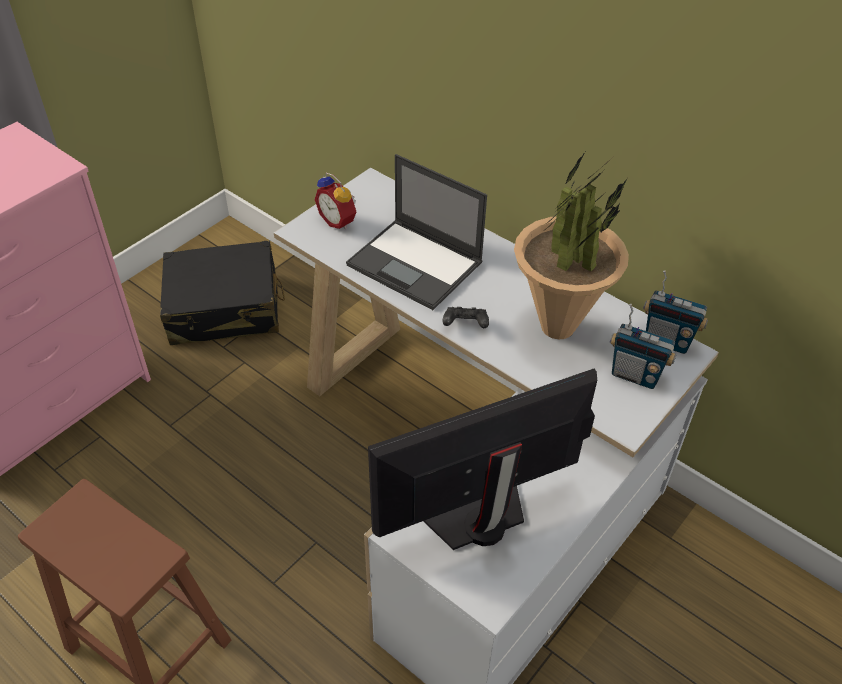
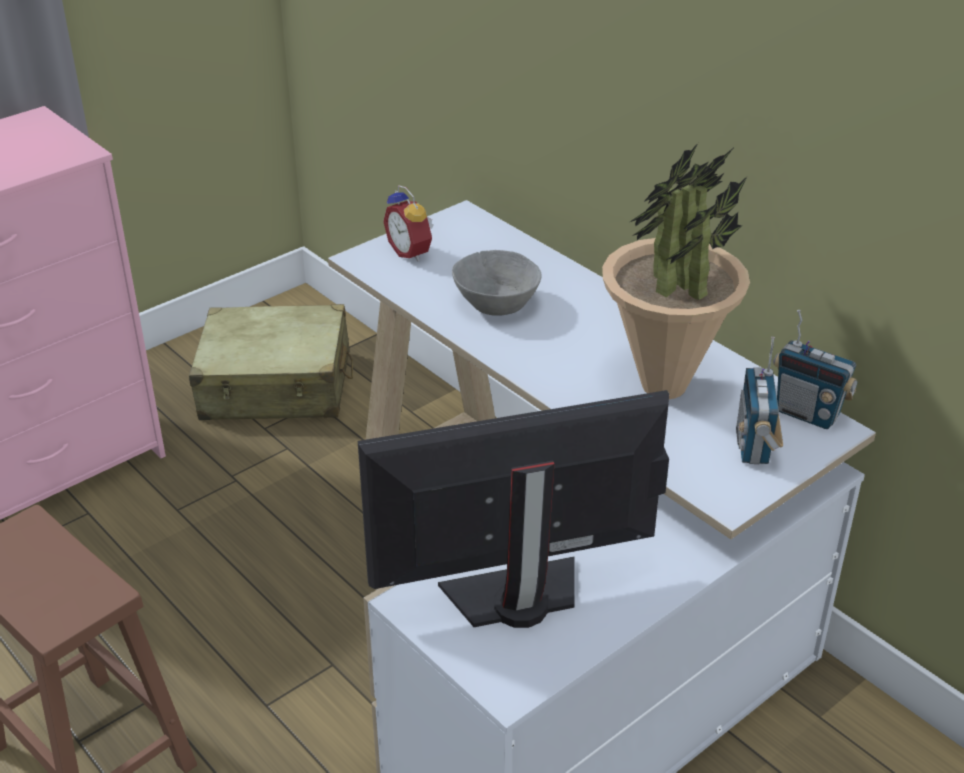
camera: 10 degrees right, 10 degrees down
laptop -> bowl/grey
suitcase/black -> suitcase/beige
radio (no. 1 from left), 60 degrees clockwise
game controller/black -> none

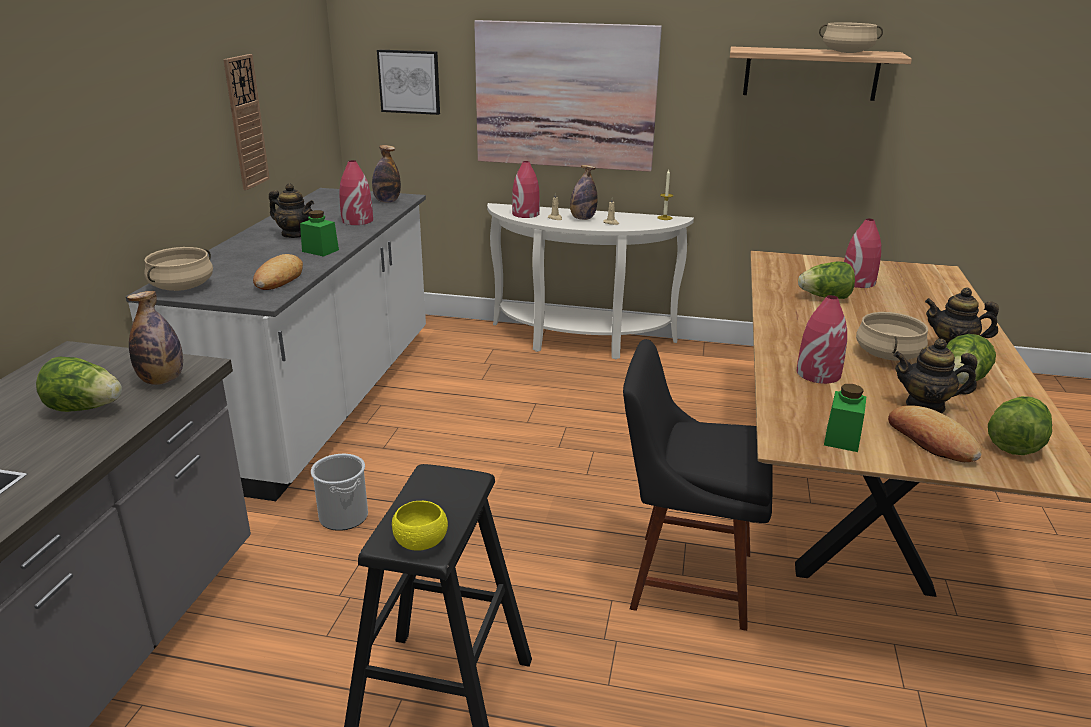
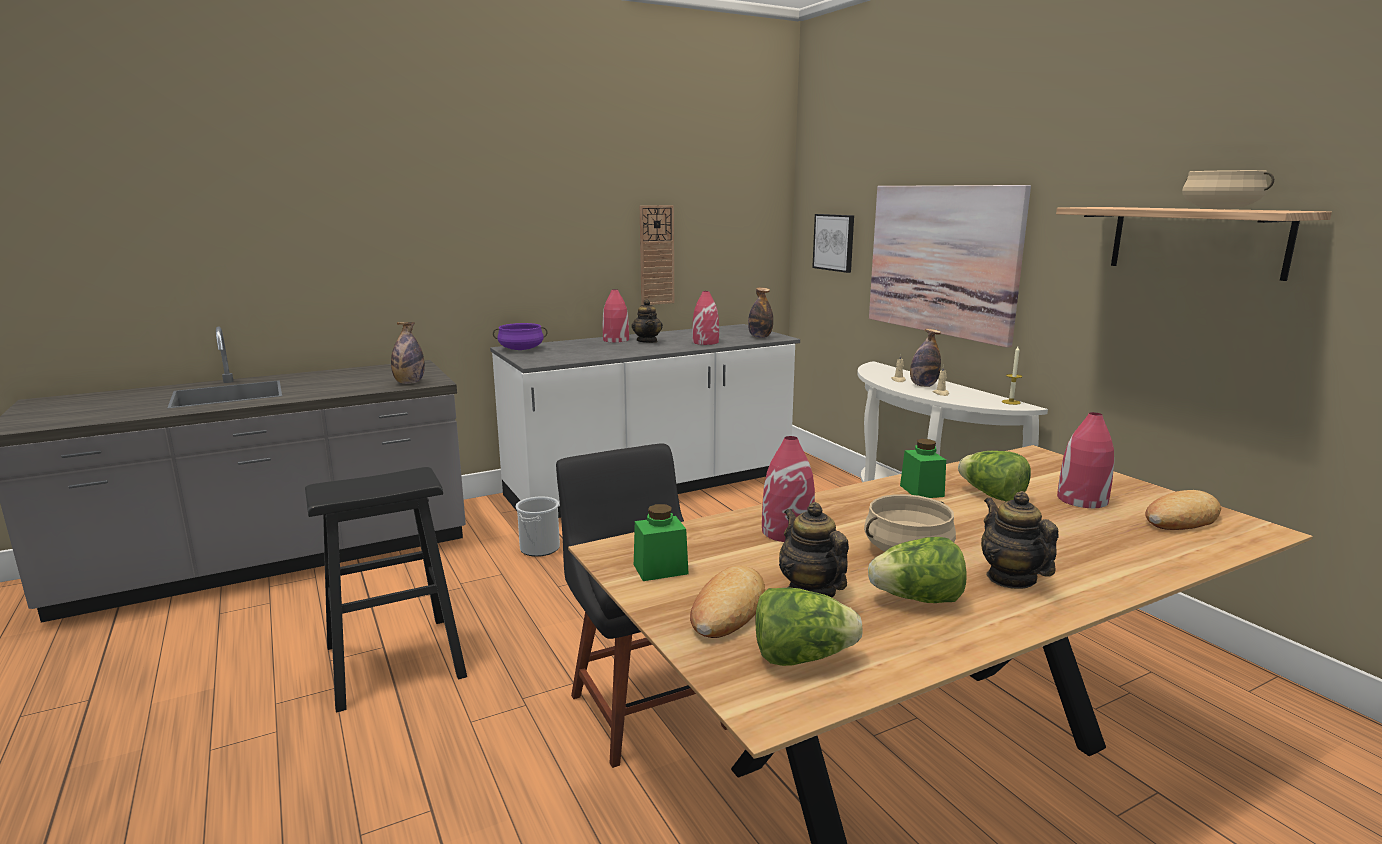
camera: 50 degrees right, 10 degrees down
vase/red (no. 2 from left in the first image) -> vase/red (no. 1 from left), shifted
jar/green (no. 1 from left in the first image) -> jar/green (no. 2 from left), shifted
cooking pot/beige (no. 1 from left) -> cooking pot/purple
bread (no. 1 from left in the first image) -> bread (no. 2 from left), shifted
lettuce (no. 1 from left) -> none
bowl/yellow -> none

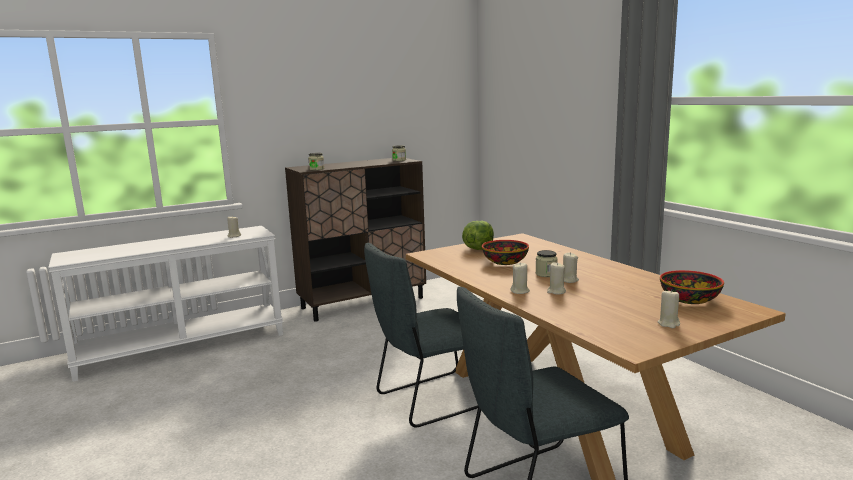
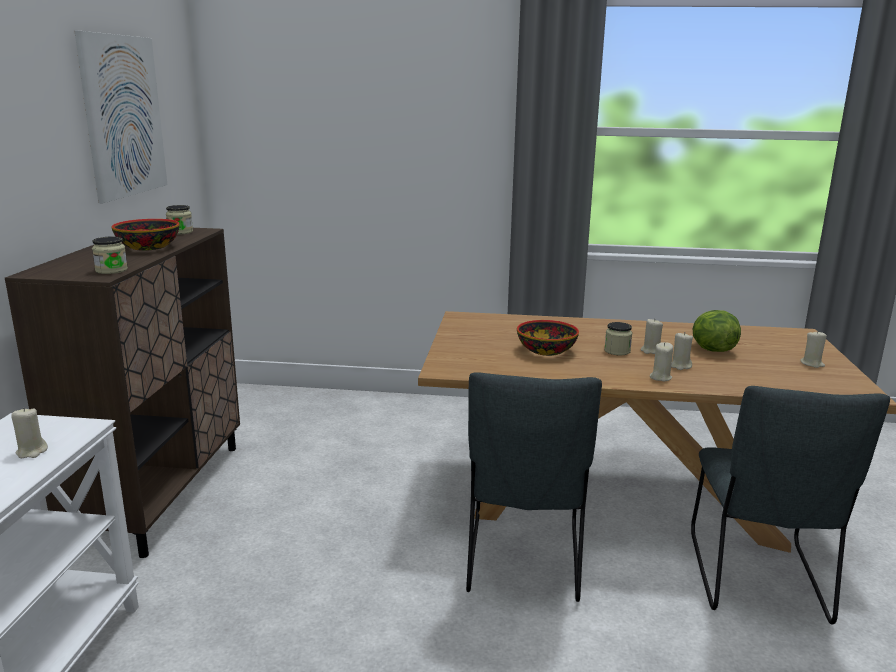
camera: 55 degrees left, 5 degrees up
lettuce, shifted
bowl (no. 2 from left in the first image) -> bowl (no. 1 from left), shifted
none -> picture

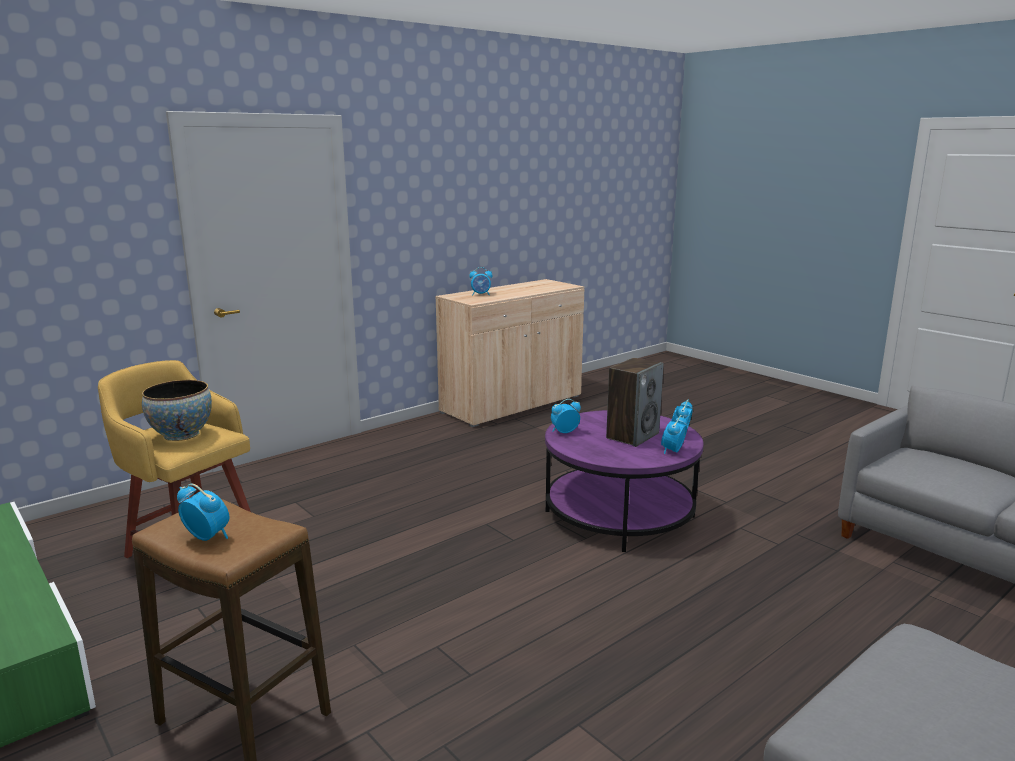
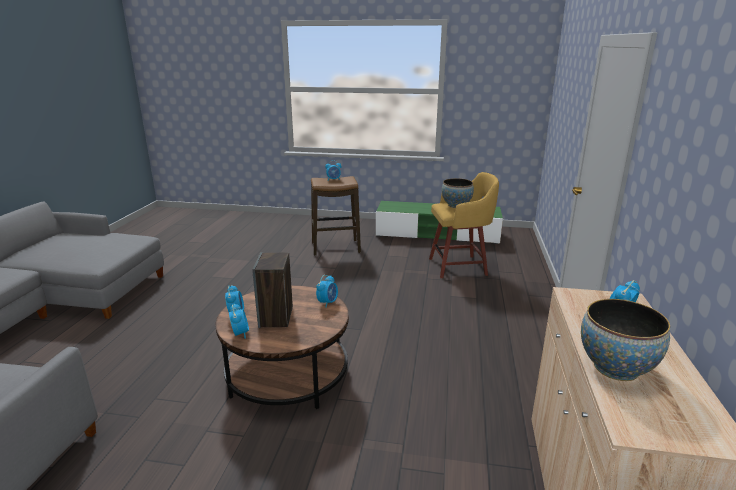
camera: 140 degrees right, 5 degrees up
coffee table/purple -> coffee table/brown
none -> bowl (no. 2 from left)

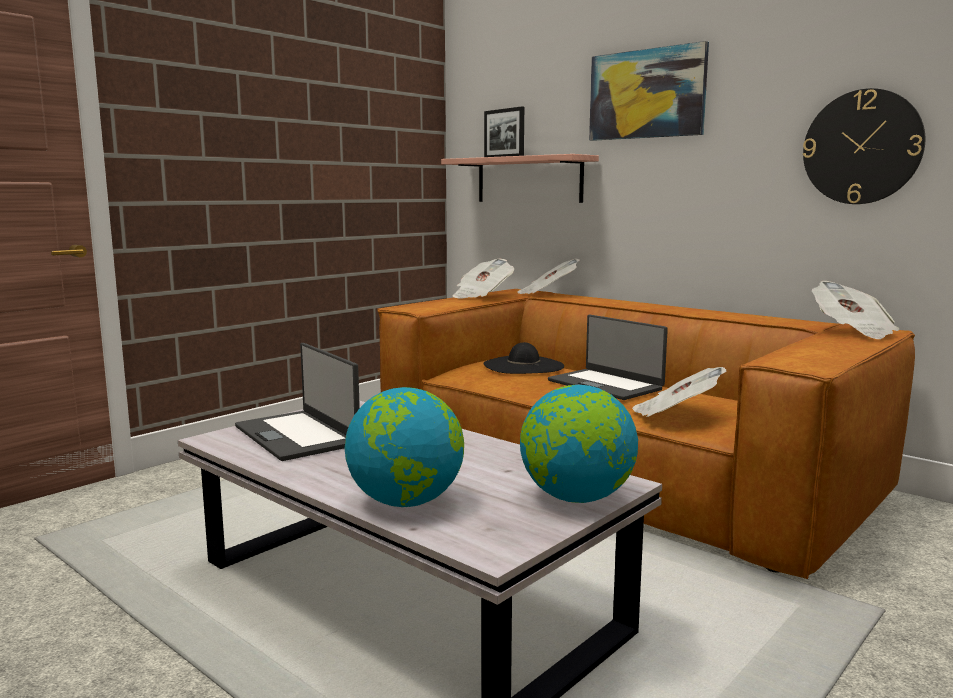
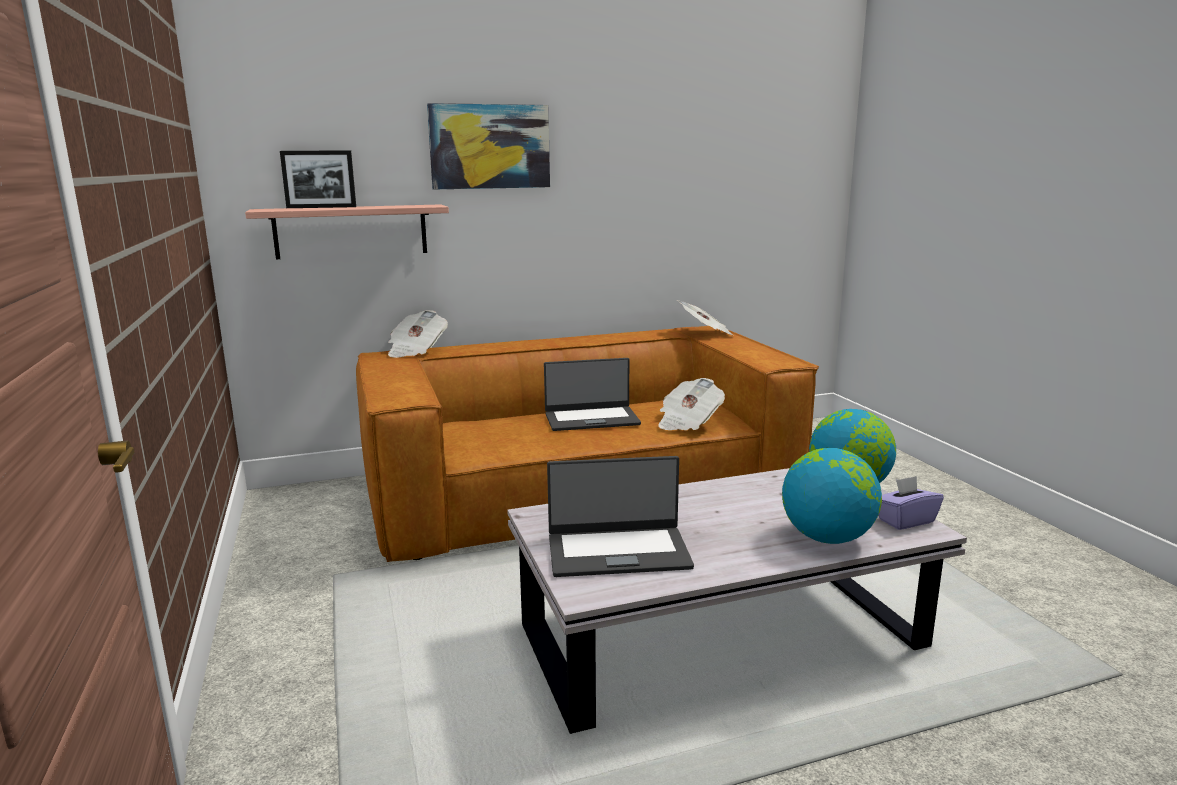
camera: 60 degrees left, 5 degrees up
wall clock -> none
newspaper (no. 1 from left) -> none
hat/black -> none
none -> tissue box/purple

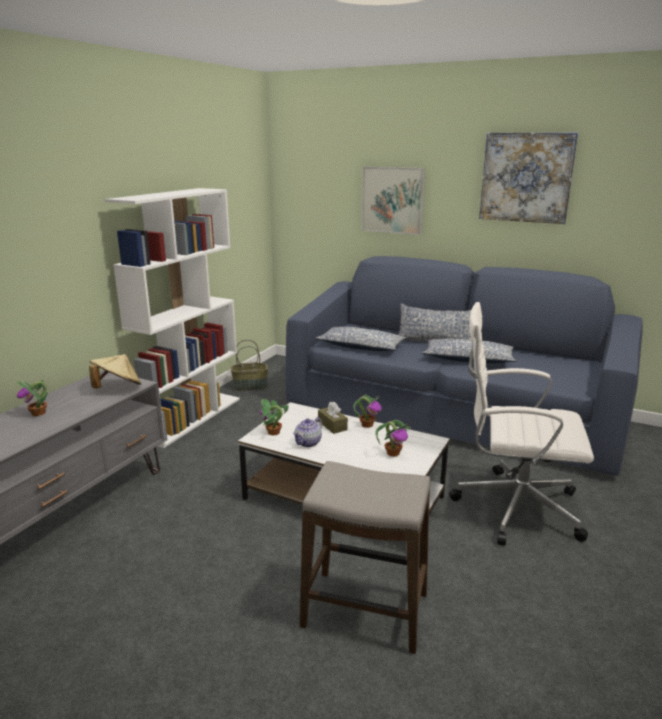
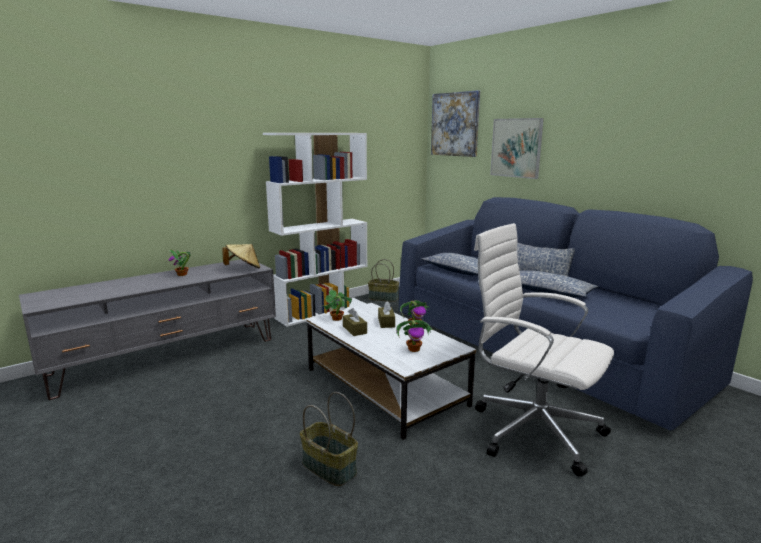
camera: 25 degrees right, 5 degrees down
picture (no. 2 from left in the first image) -> picture (no. 1 from left), shifted
teapot -> tissue box/brown (no. 1 from left)
stool -> basket (no. 1 from left)

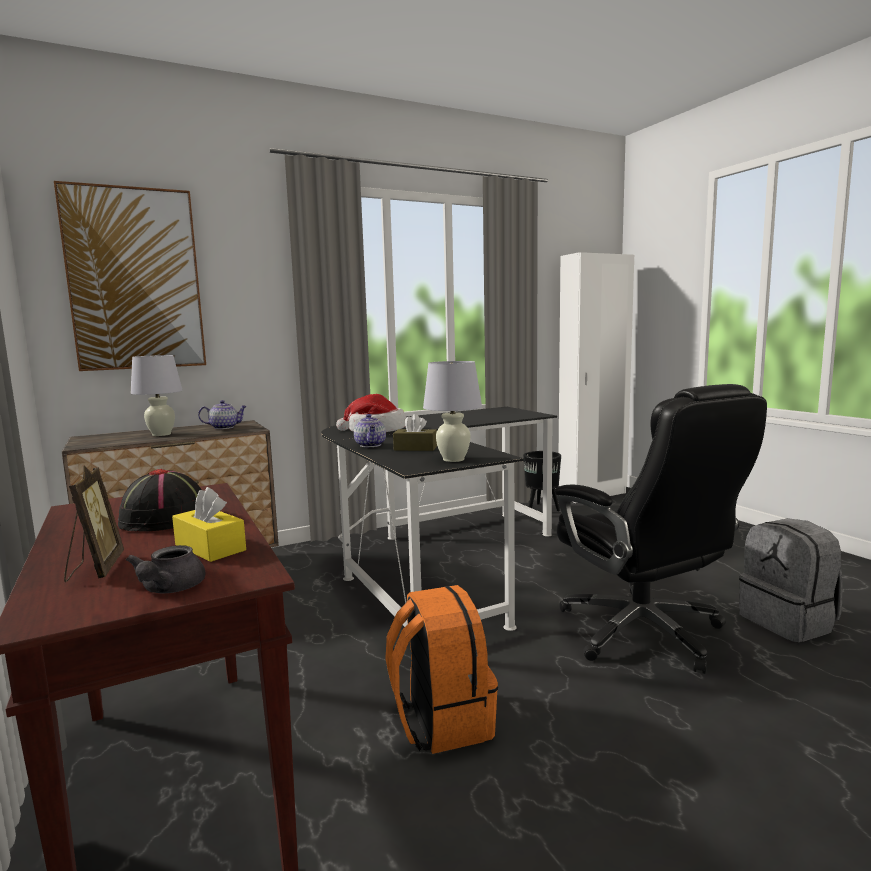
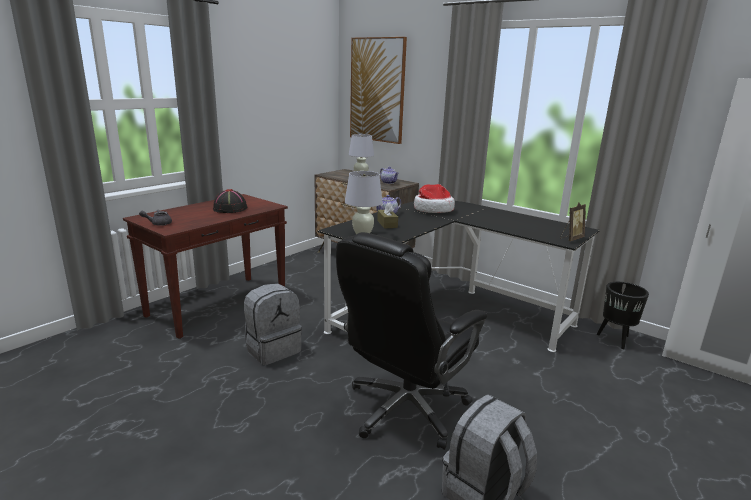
camera: 65 degrees right, 10 degrees up
picture frame, shifted
tissue box/yellow -> none
backpack/orange -> backpack/grey (no. 1 from left)

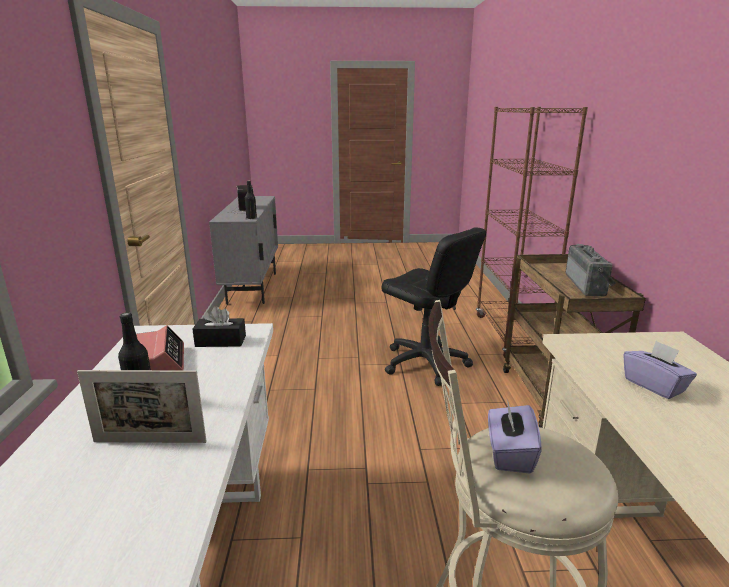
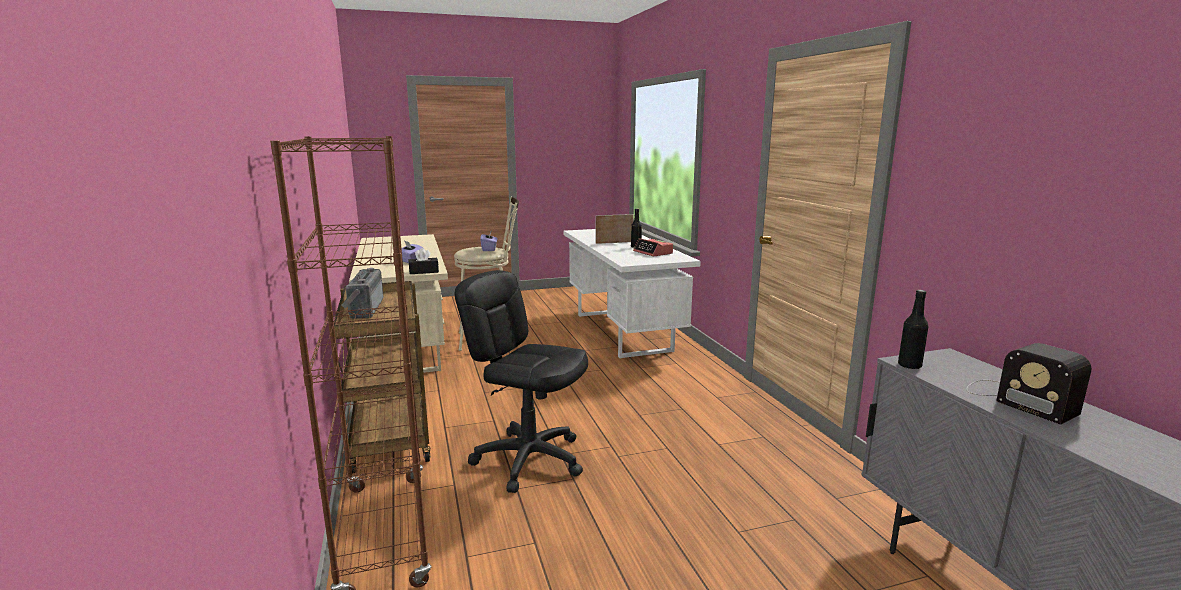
camera: 165 degrees right, 5 degrees down
tissue box/black, shifted

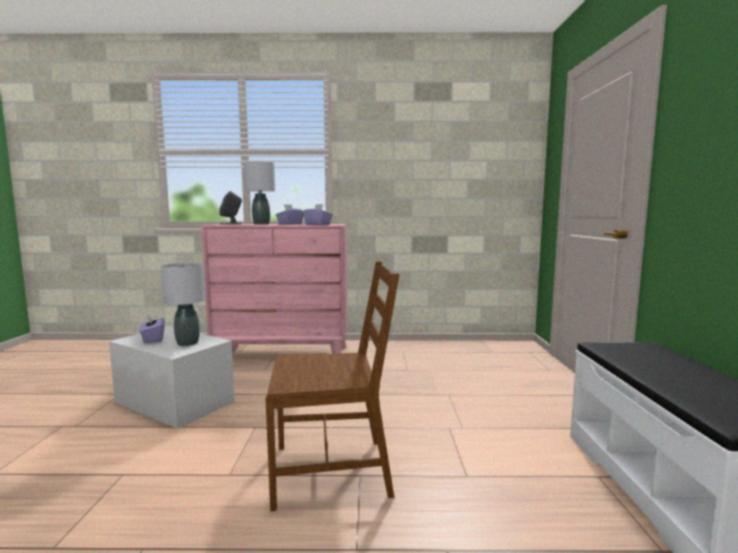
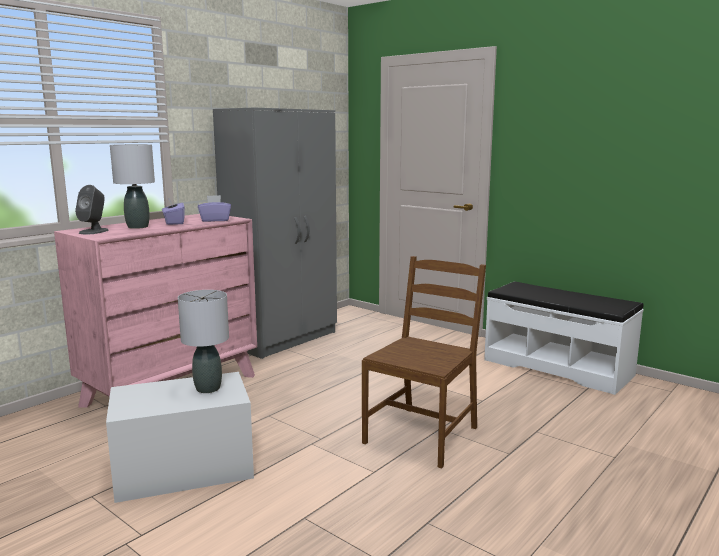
camera: 50 degrees left, 5 degrees up
tissue box/purple (no. 1 from left) -> none
none -> wardrobe/grey

